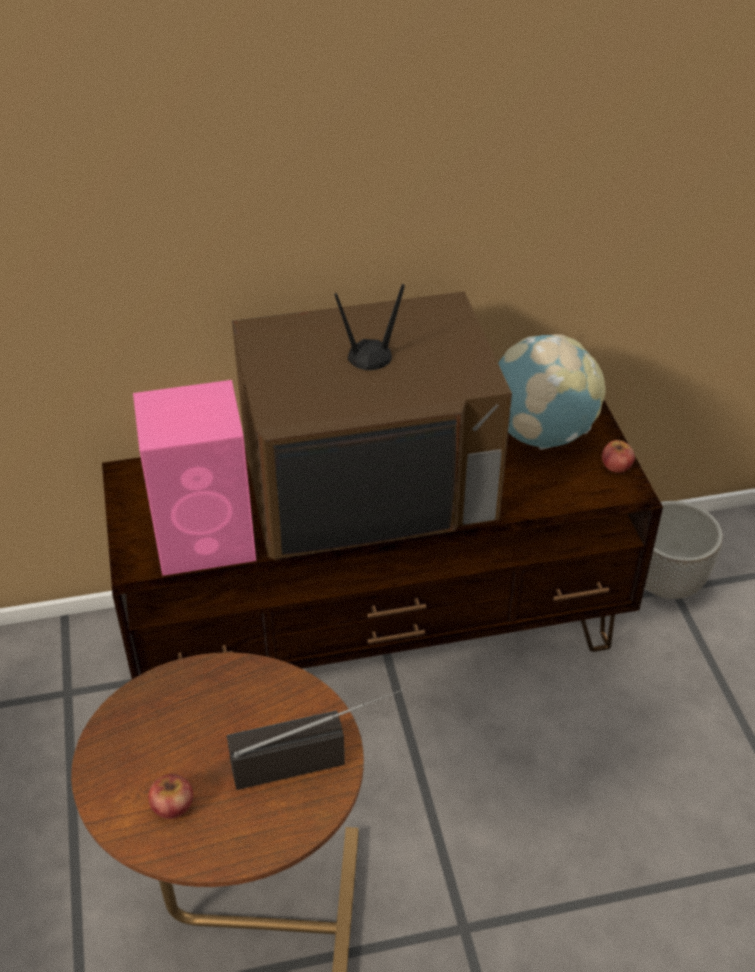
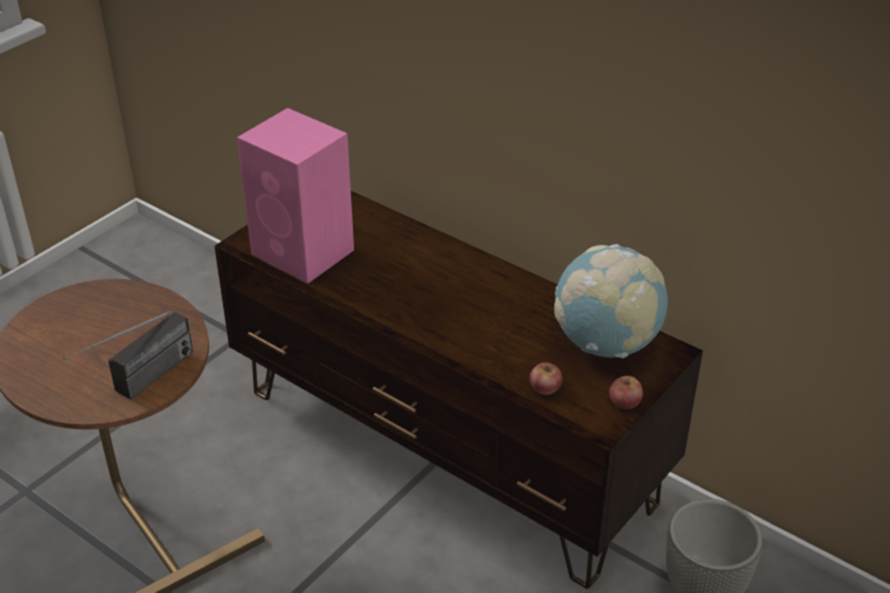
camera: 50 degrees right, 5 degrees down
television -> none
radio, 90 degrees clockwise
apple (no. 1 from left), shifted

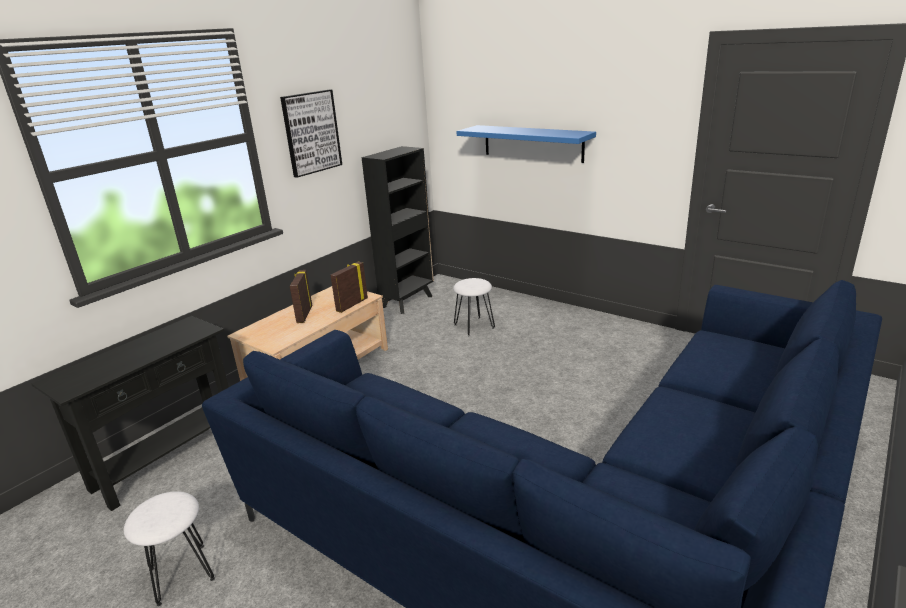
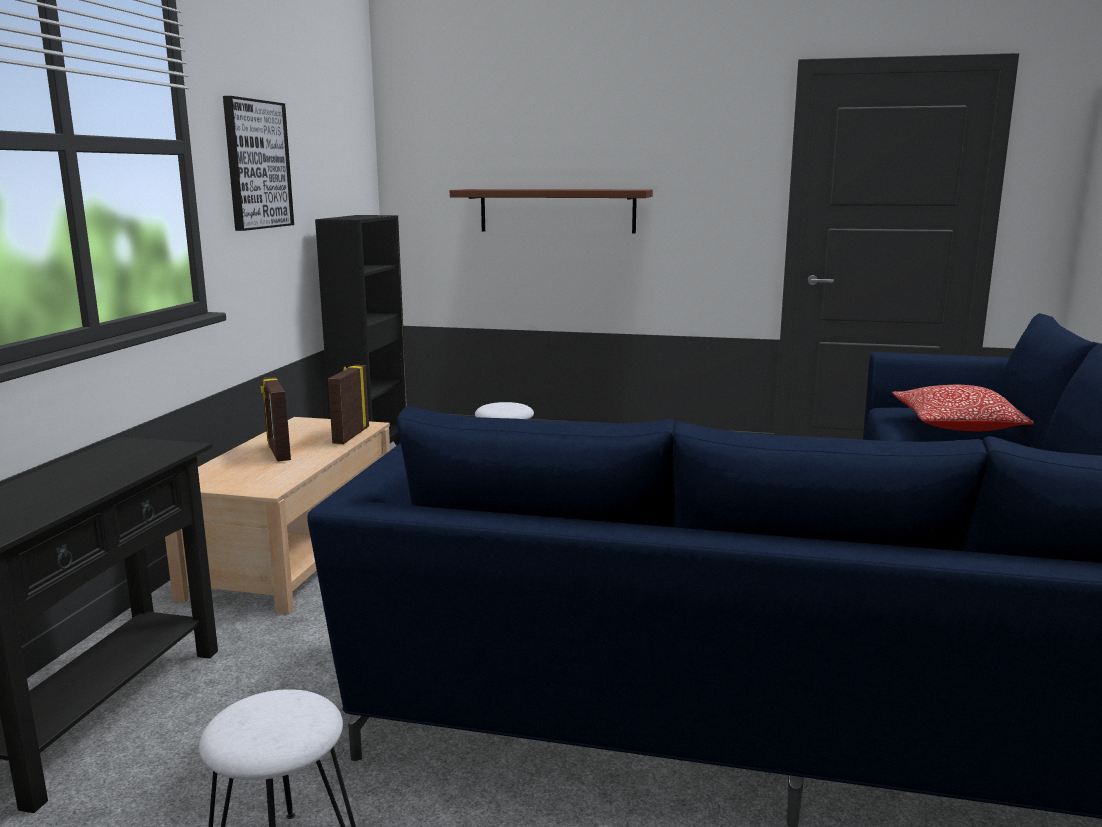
camera: 25 degrees left, 10 degrees down
shelf/blue -> shelf/brown
none -> pillow

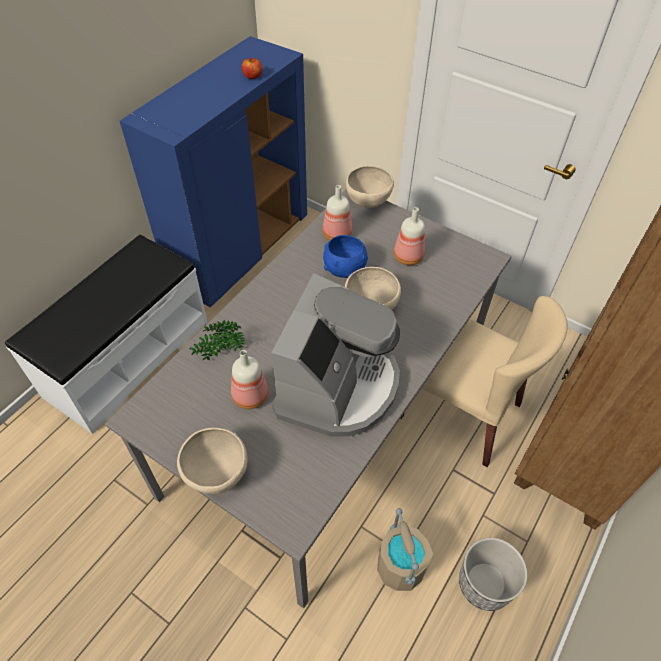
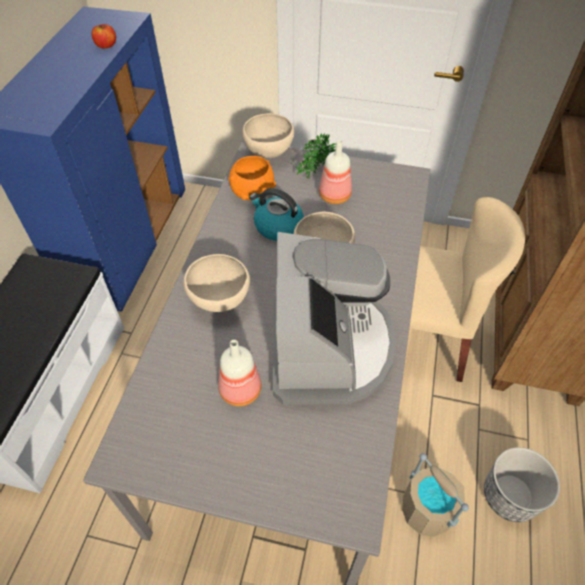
camera: 20 degrees left, 0 degrees up
bottle (no. 2 from left) -> bowl/orange
bowl/blue -> kettle
potted plant, shifted
bowl/beige (no. 1 from left), shifted

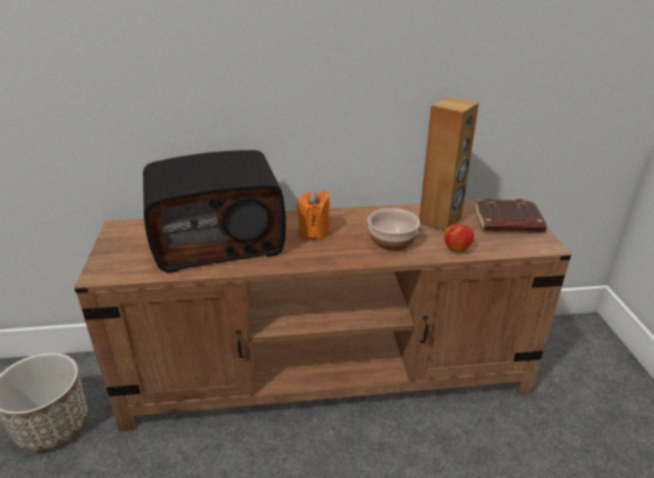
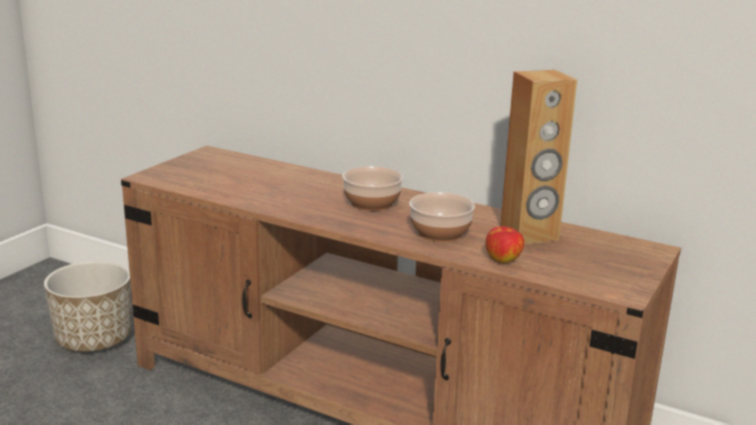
camera: 35 degrees right, 10 degrees down
radio -> none
candle/orange -> bowl (no. 1 from left)
book/brown -> none

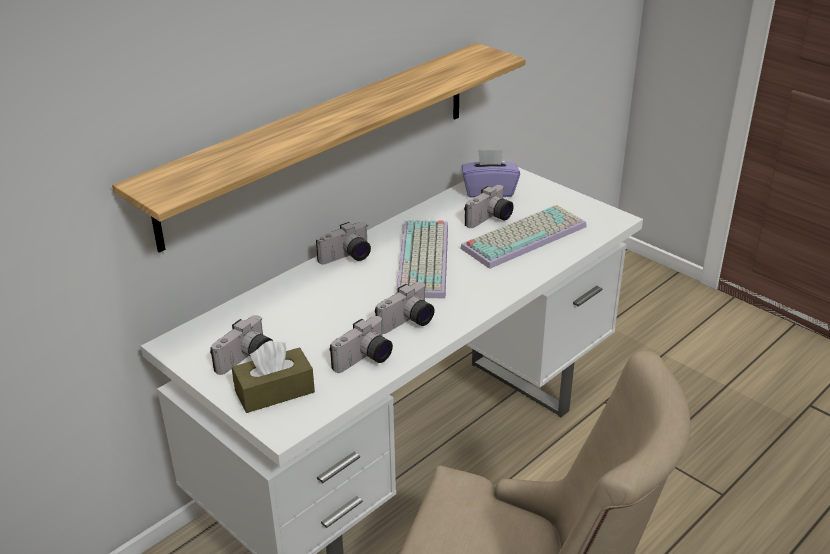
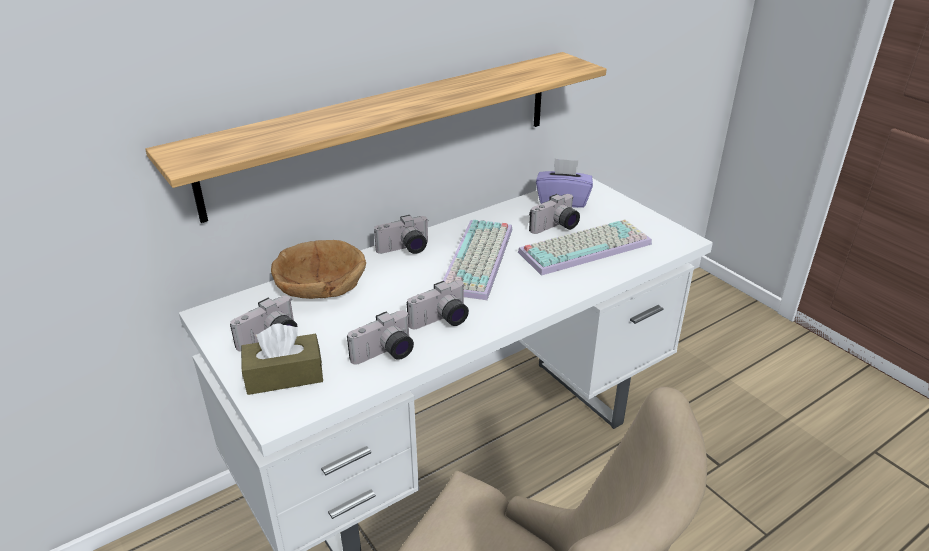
camera: 10 degrees right, 0 degrees up
none -> bowl/brown

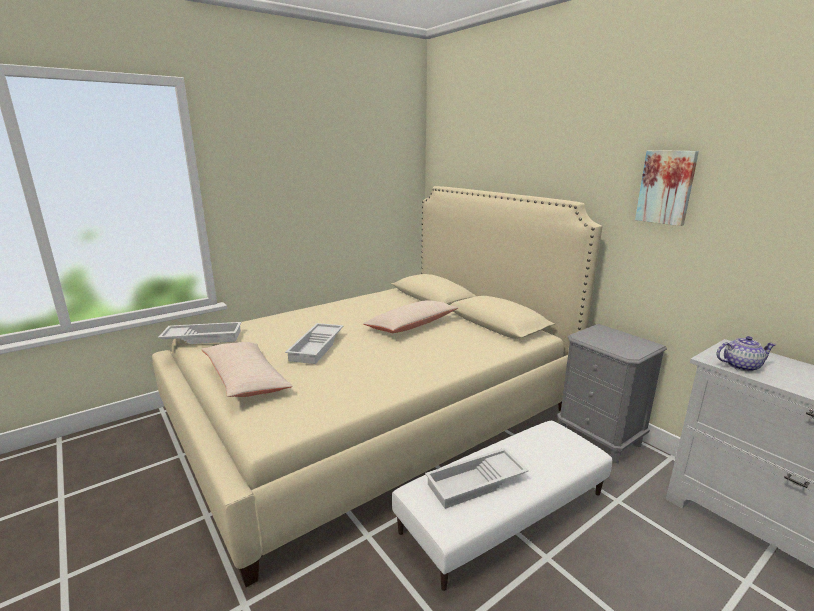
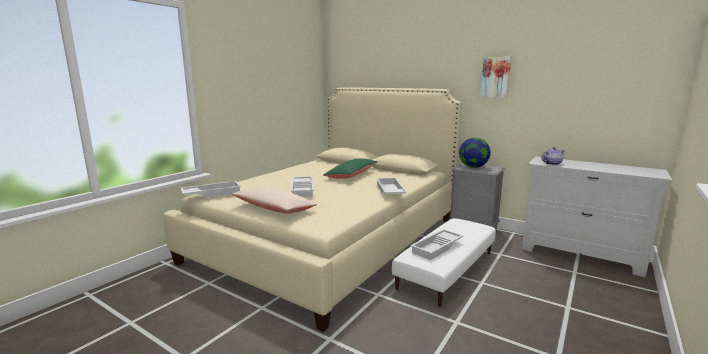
camera: 20 degrees left, 5 degrees down
pillow/beige (no. 2 from left) -> pillow/green
none -> globe
none -> tray/white (no. 3 from left)

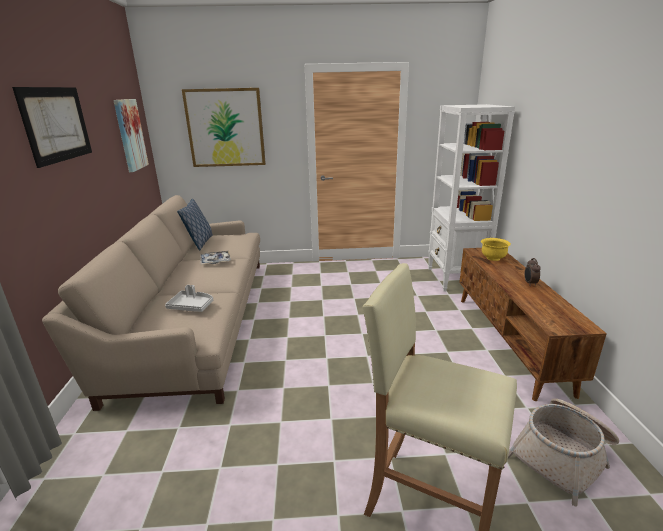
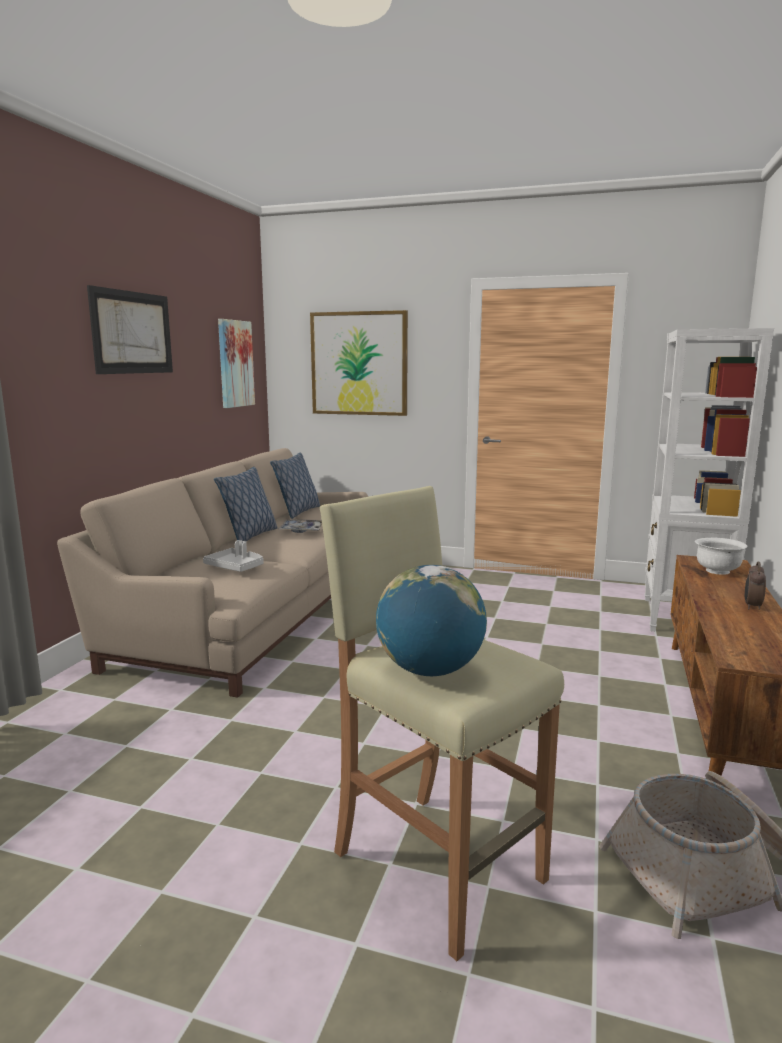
camera: 20 degrees right, 10 degrees down
bowl/yellow -> bowl/white
none -> pillow (no. 1 from left)
none -> globe

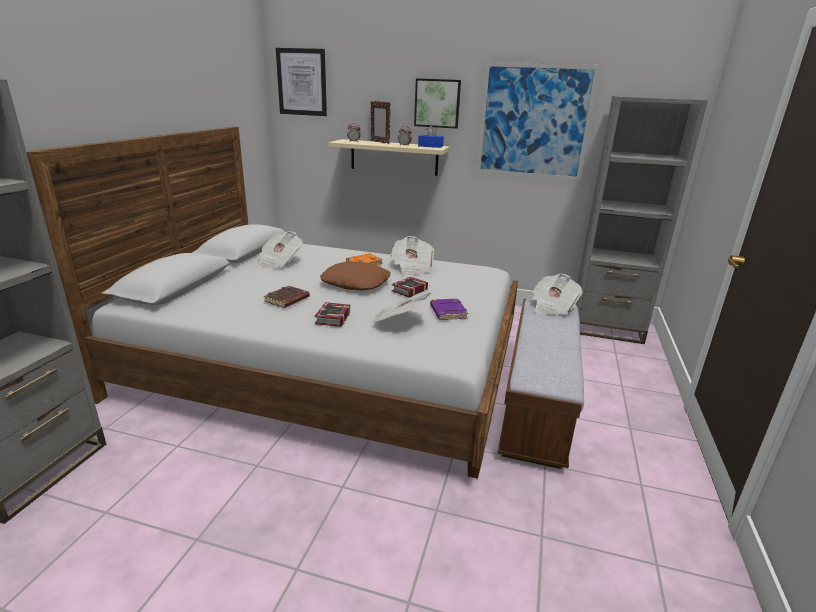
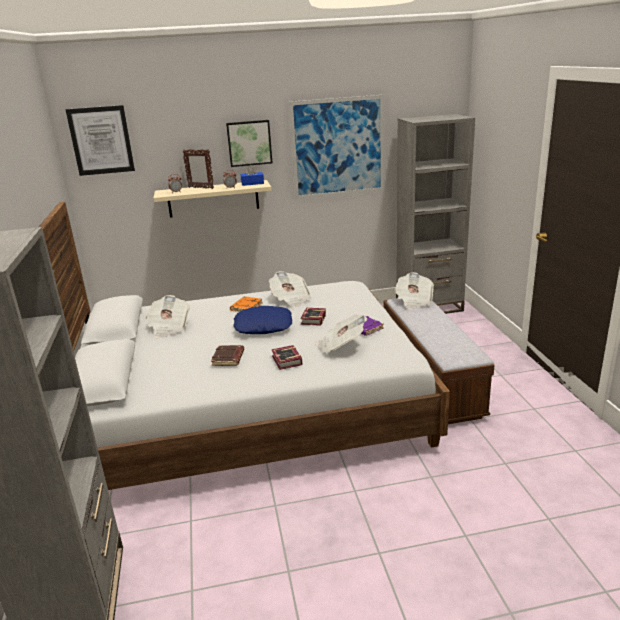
camera: 25 degrees left, 0 degrees up
pillow/brown -> pillow/blue

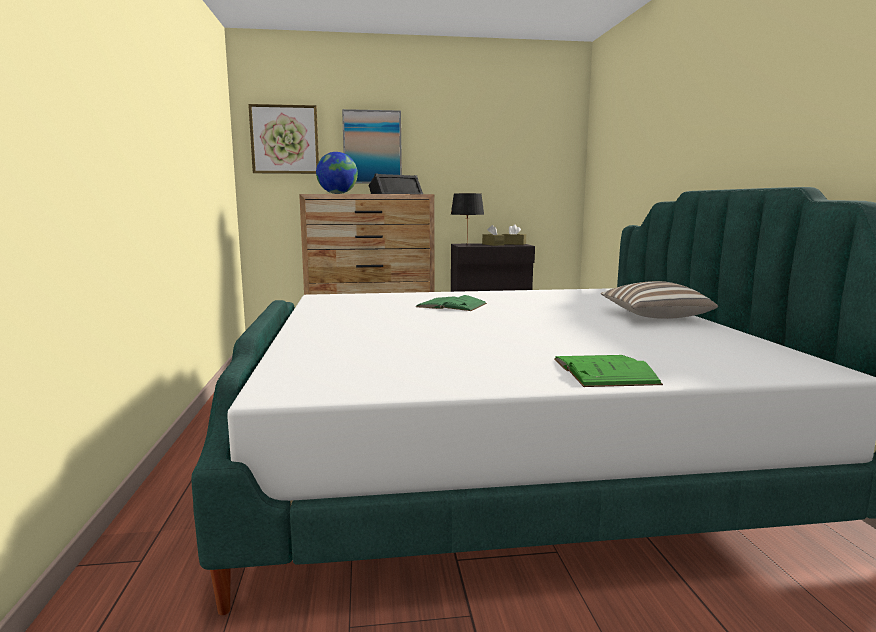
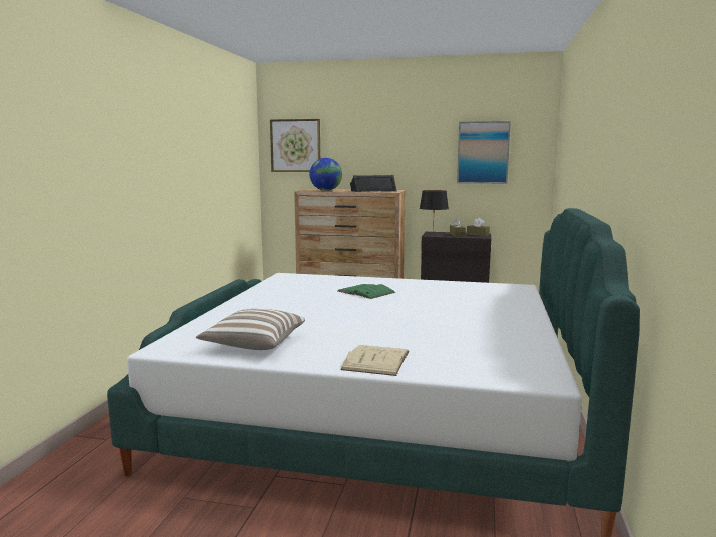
camera: 20 degrees right, 0 degrees up
picture (no. 2 from left), shifted
pillow, shifted
book/green (no. 2 from left) -> book/beige

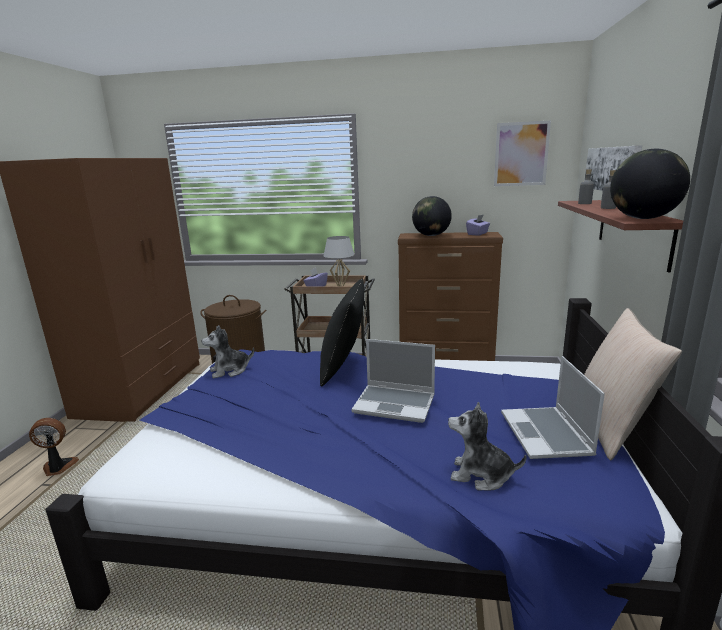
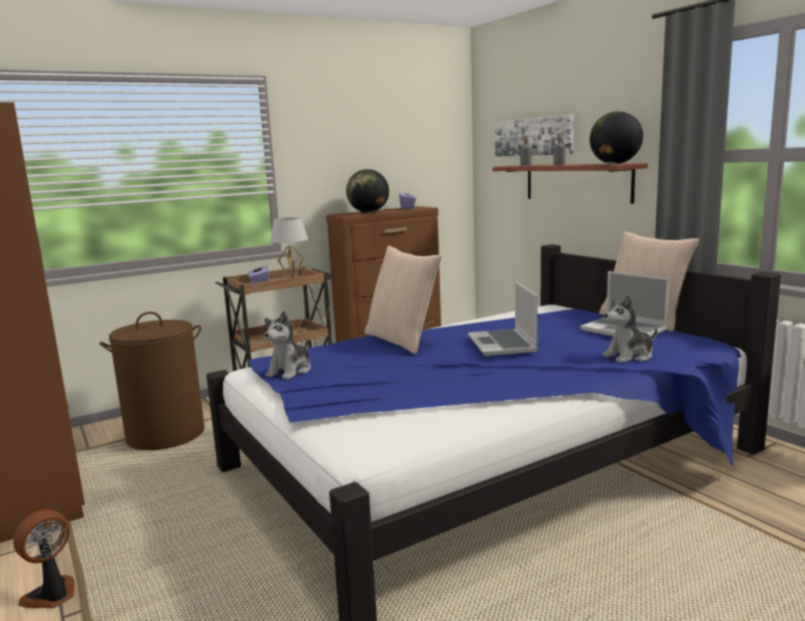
camera: 40 degrees left, 5 degrees down
picture (no. 1 from left) -> none
pillow/black -> pillow/beige (no. 1 from left)
laptop (no. 1 from left), 105 degrees clockwise

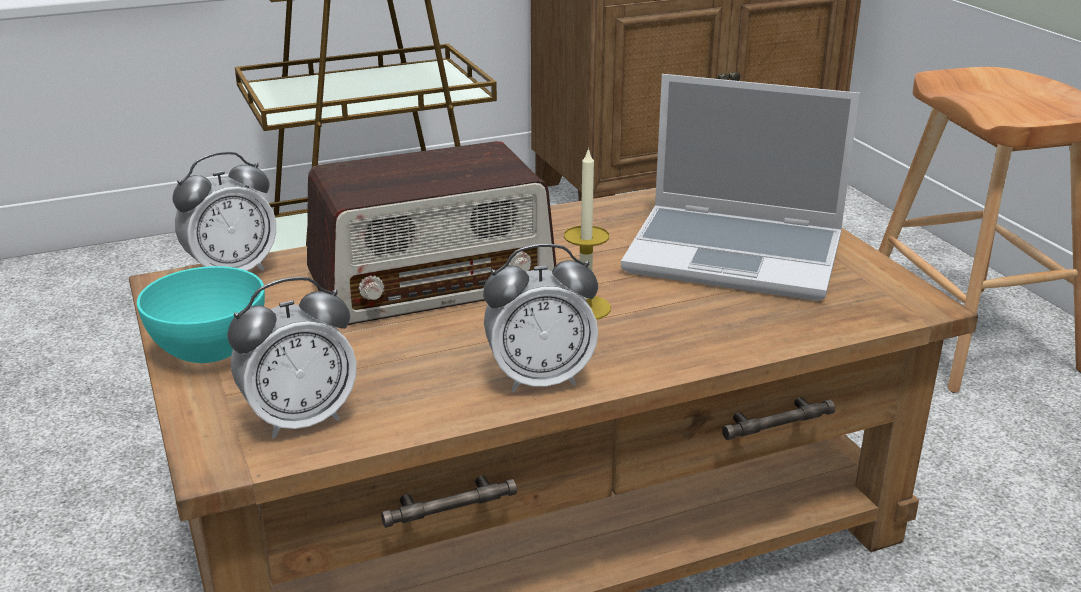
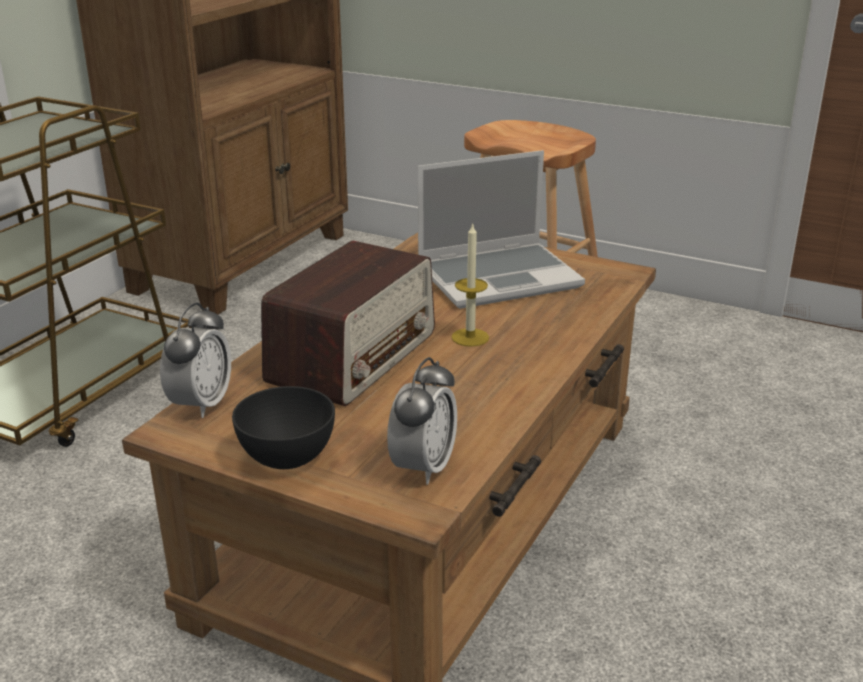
camera: 40 degrees left, 0 degrees up
alarm clock (no. 3 from left) -> none
bowl/turquoise -> bowl/black

